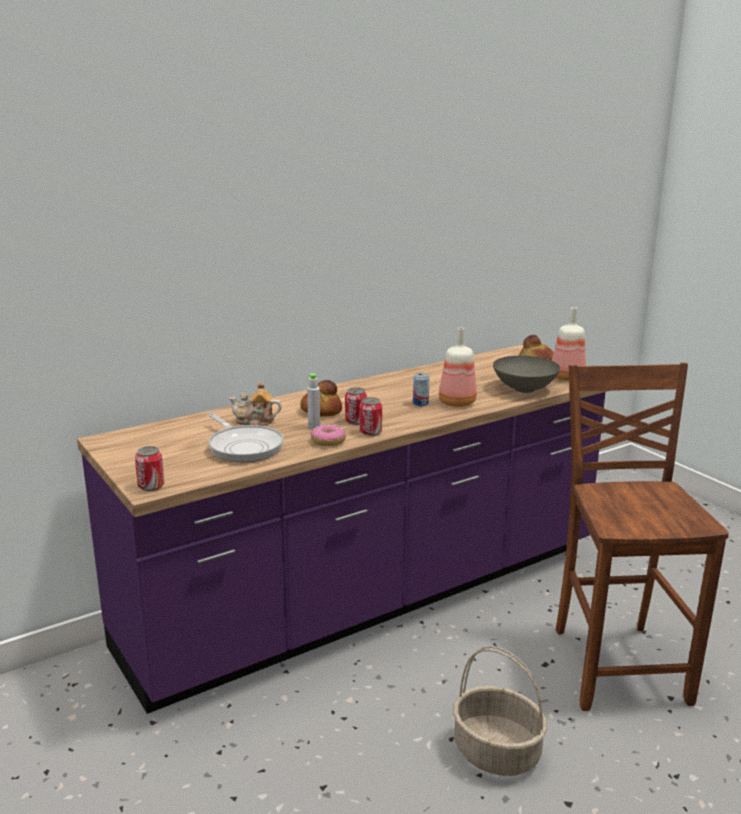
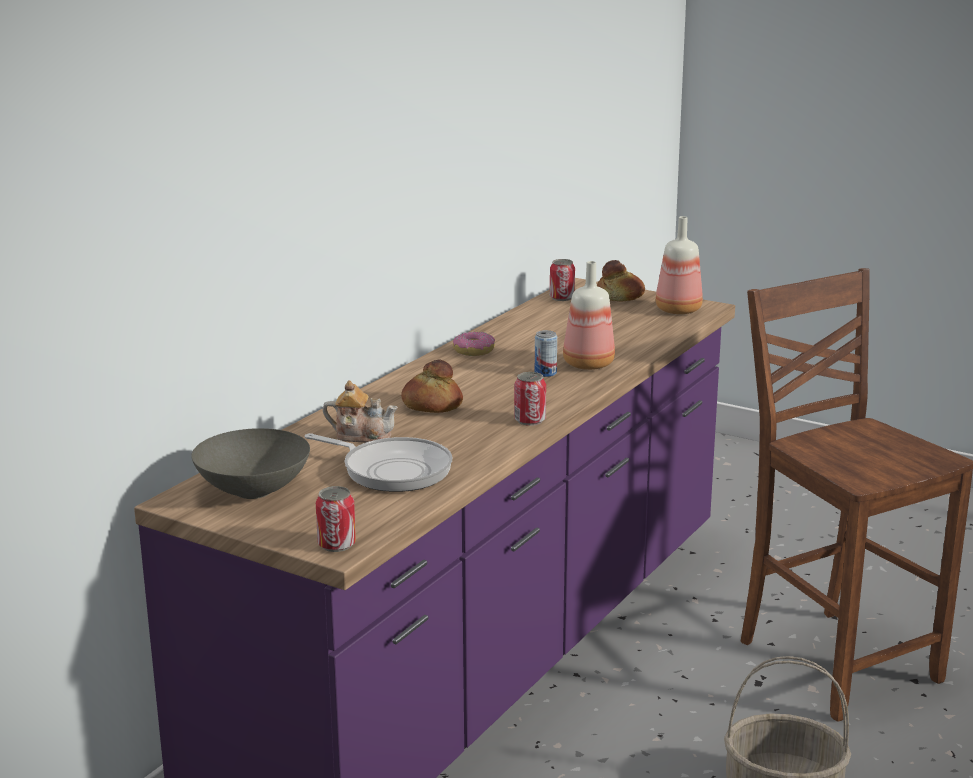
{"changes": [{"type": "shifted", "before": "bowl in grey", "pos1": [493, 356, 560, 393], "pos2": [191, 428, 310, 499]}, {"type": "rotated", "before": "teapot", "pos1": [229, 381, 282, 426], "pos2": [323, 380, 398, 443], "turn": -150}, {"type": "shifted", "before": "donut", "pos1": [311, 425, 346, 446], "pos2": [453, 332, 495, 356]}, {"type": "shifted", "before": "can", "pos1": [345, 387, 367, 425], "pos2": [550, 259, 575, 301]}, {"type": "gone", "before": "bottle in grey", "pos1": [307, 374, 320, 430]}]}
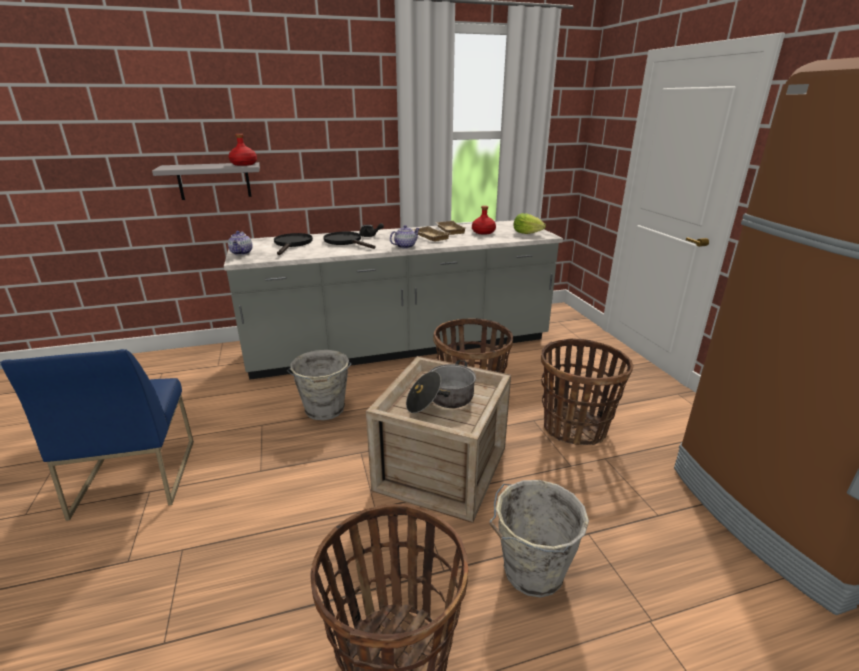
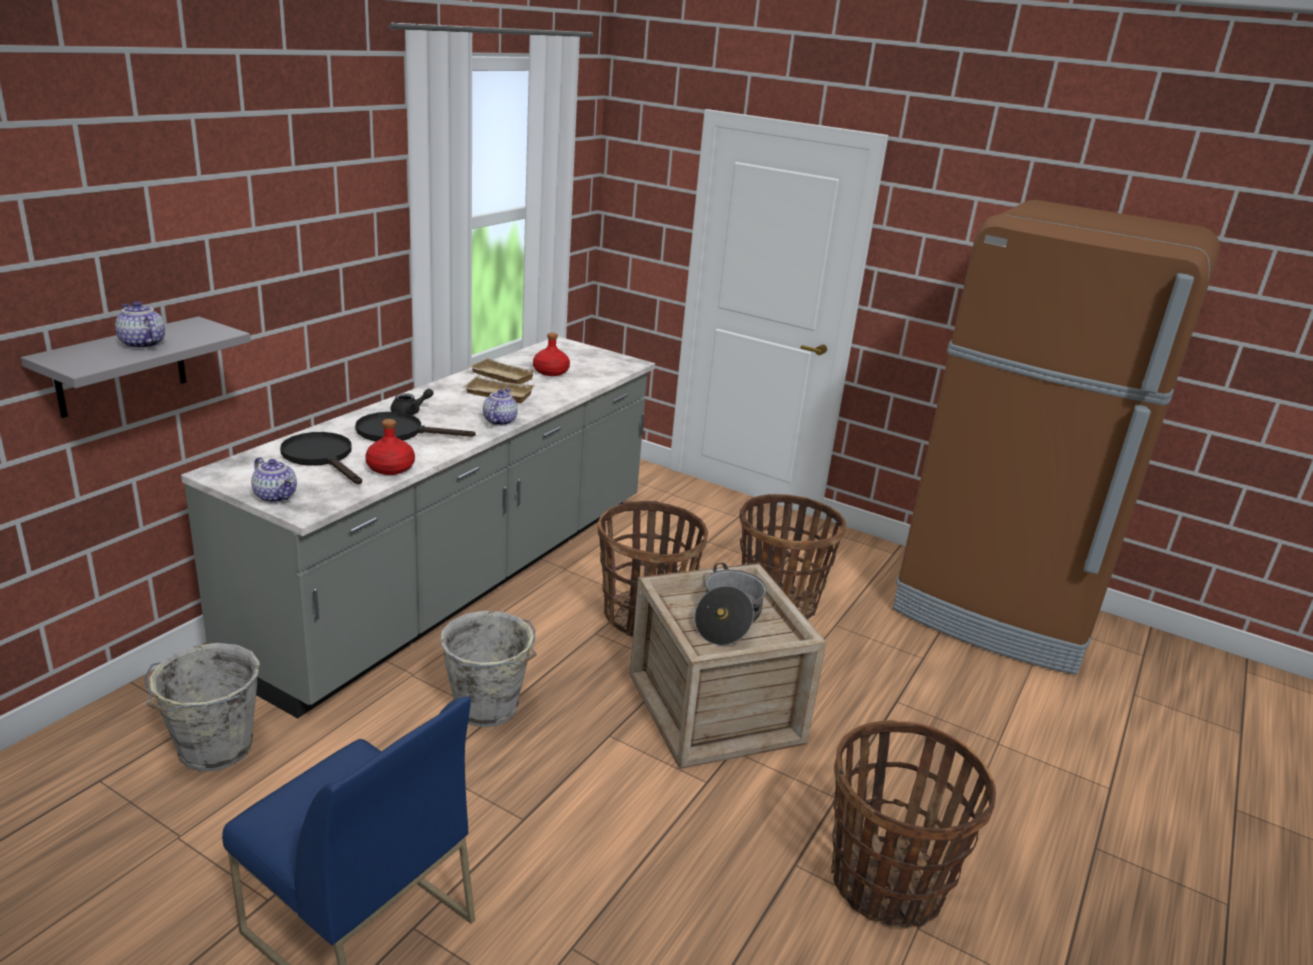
{"changes": [{"type": "new", "after": "teapot", "pos2": [115, 301, 165, 349]}, {"type": "shifted", "before": "bucket in grey", "pos1": [490, 480, 589, 598], "pos2": [145, 643, 260, 772]}, {"type": "shifted", "before": "bottle in red", "pos1": [229, 134, 257, 166], "pos2": [365, 419, 415, 475]}, {"type": "gone", "before": "lettuce", "pos1": [513, 213, 546, 234]}]}
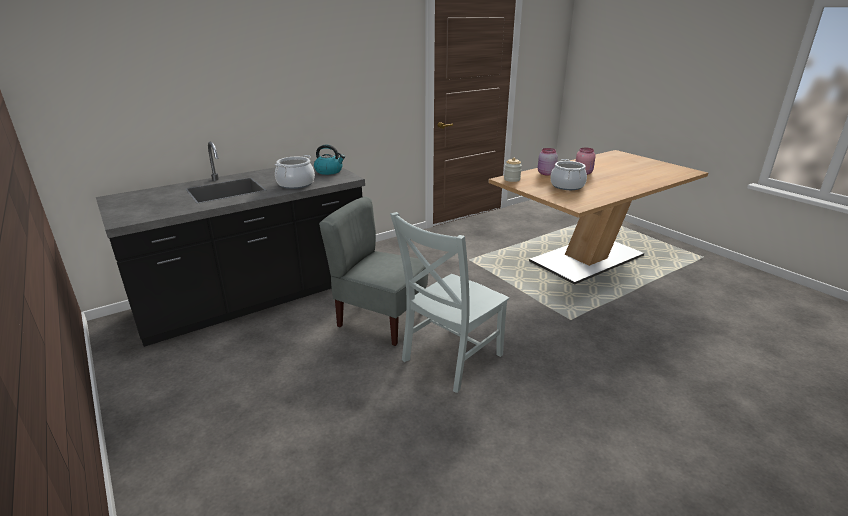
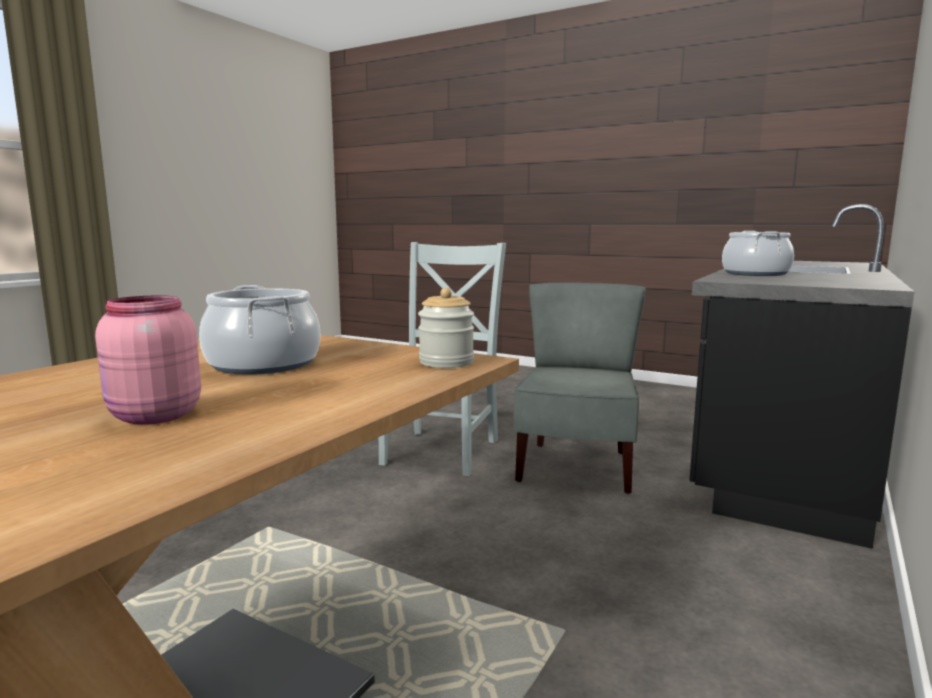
{"changes": [{"type": "rotated", "before": "chair in grey", "pos1": [319, 197, 428, 346], "pos2": [514, 283, 646, 494], "turn": -75}, {"type": "gone", "before": "kettle", "pos1": [314, 144, 345, 175]}, {"type": "gone", "before": "jar in pink", "pos1": [538, 148, 558, 175]}]}
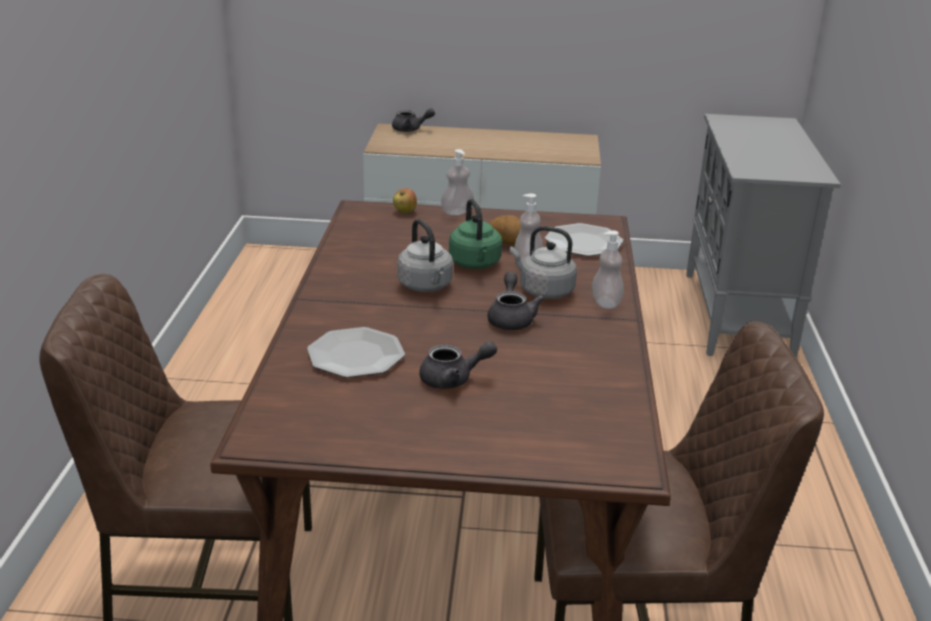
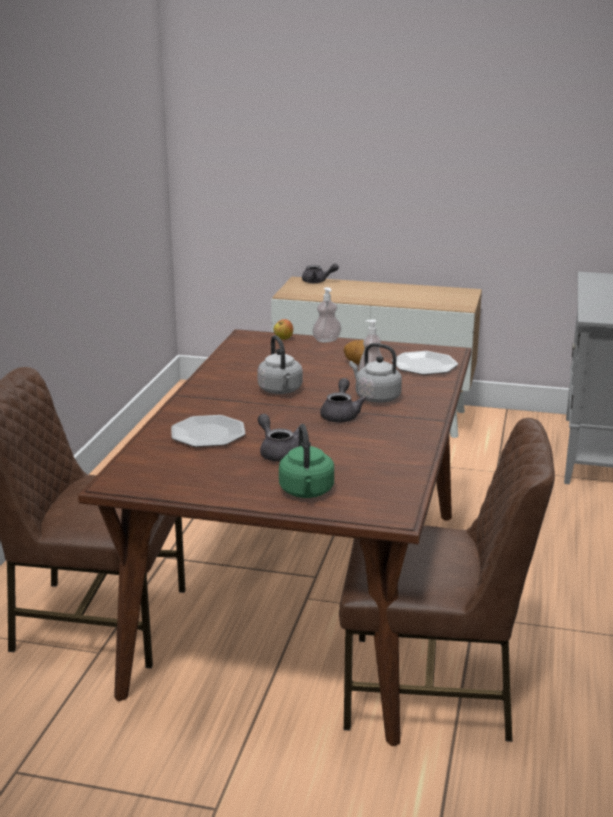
{"changes": [{"type": "rotated", "before": "teapot in grey", "pos1": [419, 341, 497, 389], "pos2": [258, 414, 299, 462], "turn": -120}, {"type": "shifted", "before": "kettle in green", "pos1": [449, 199, 502, 269], "pos2": [279, 424, 334, 498]}, {"type": "gone", "before": "soap dispenser", "pos1": [592, 230, 624, 309]}]}
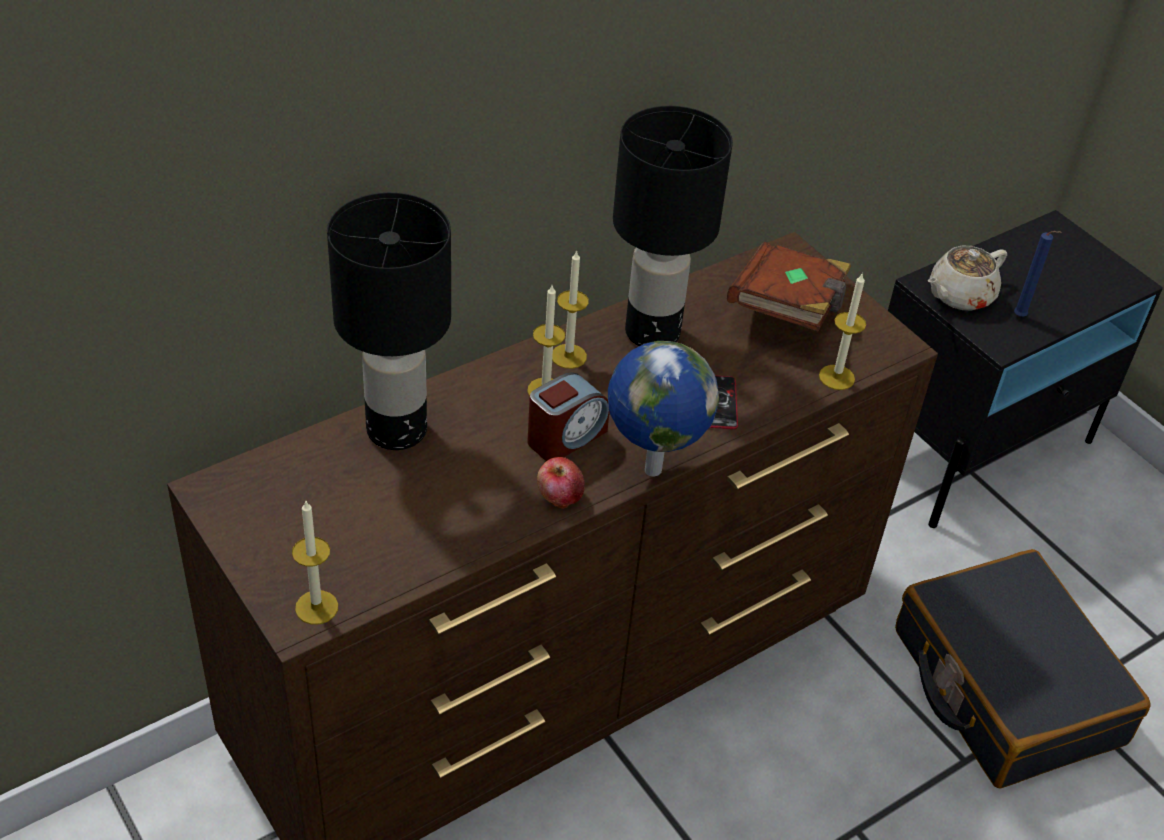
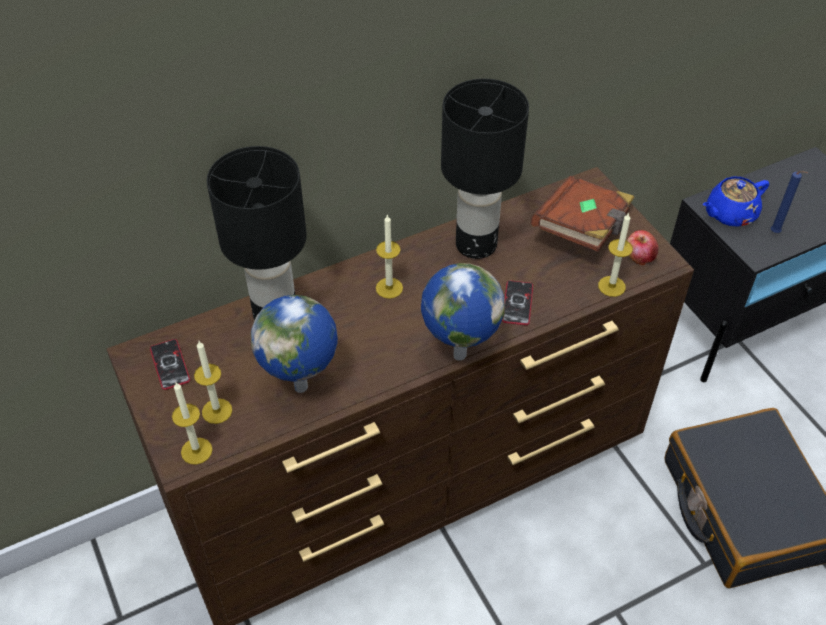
{"changes": [{"type": "new", "after": "phone", "pos2": [150, 339, 190, 390]}, {"type": "shifted", "before": "candle", "pos1": [552, 250, 589, 369], "pos2": [194, 341, 232, 424]}, {"type": "new", "after": "globe", "pos2": [251, 295, 338, 393]}, {"type": "shifted", "before": "apple", "pos1": [537, 457, 585, 509], "pos2": [627, 230, 659, 266]}, {"type": "repainted", "before": "teapot in beige", "after": "teapot in blue", "pos1": [928, 246, 1007, 310], "pos2": [703, 176, 769, 227]}, {"type": "gone", "before": "alarm clock", "pos1": [528, 372, 609, 461]}]}
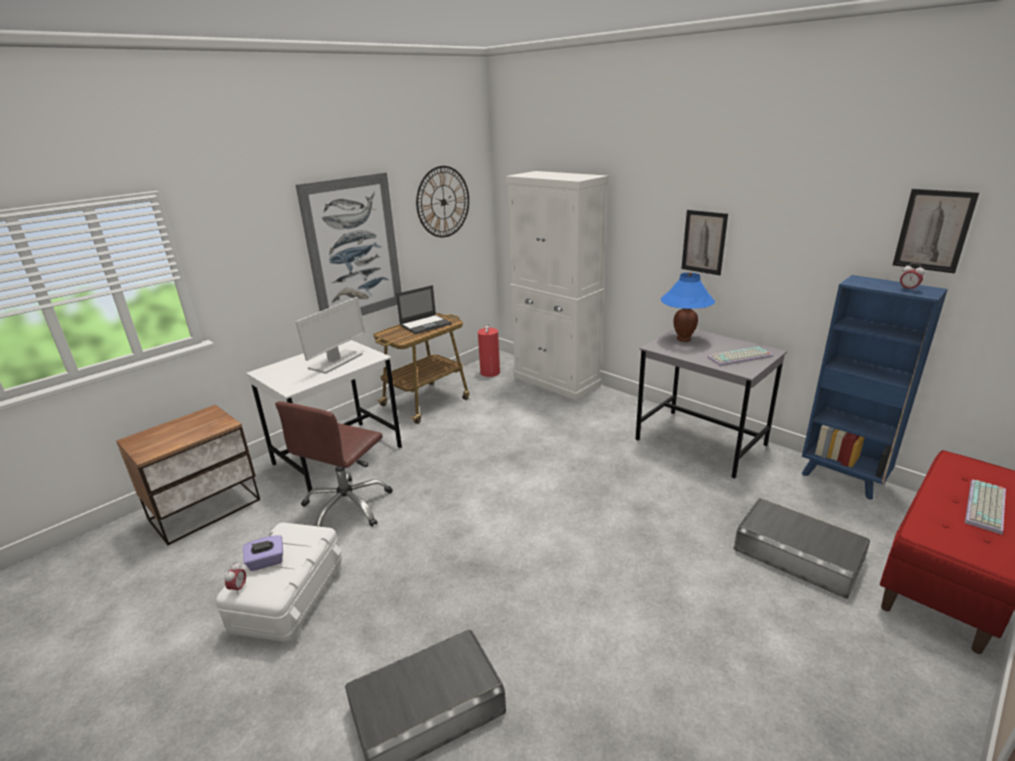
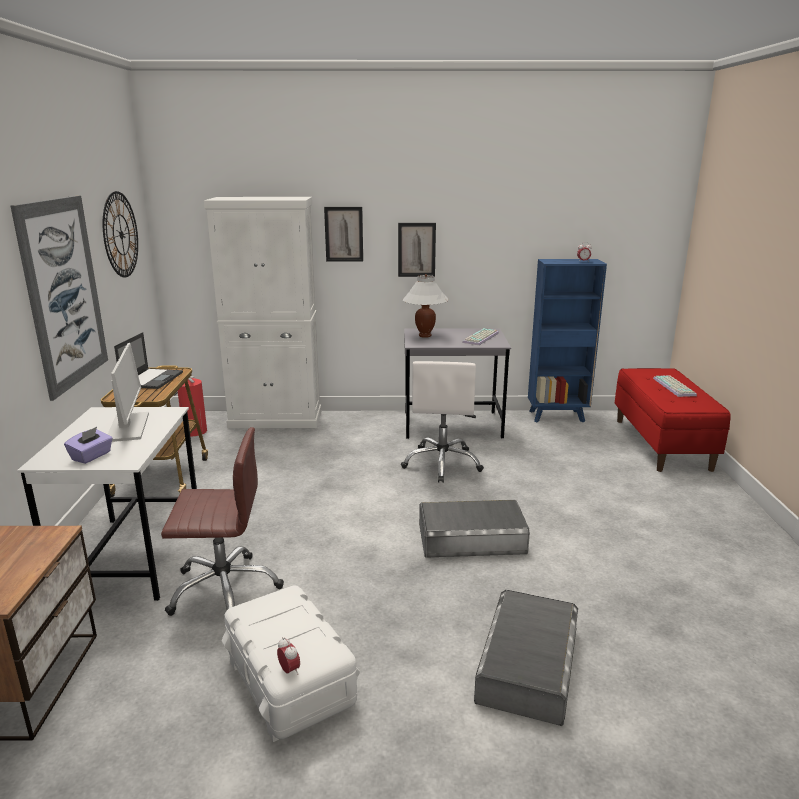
{"changes": [{"type": "shifted", "before": "tissue box in purple", "pos1": [243, 535, 283, 571], "pos2": [64, 427, 113, 464]}, {"type": "rotated", "before": "office chair in brown", "pos1": [275, 401, 393, 527], "pos2": [161, 427, 284, 616], "turn": -75}, {"type": "shifted", "before": "picture", "pos1": [893, 189, 979, 274], "pos2": [324, 207, 363, 262]}, {"type": "new", "after": "office chair in white", "pos2": [401, 361, 484, 483]}, {"type": "repainted", "before": "table lamp in blue", "after": "table lamp in white", "pos1": [661, 272, 715, 342], "pos2": [403, 274, 448, 338]}, {"type": "shifted", "before": "storage box in grey", "pos1": [734, 498, 870, 599], "pos2": [419, 500, 530, 558]}]}
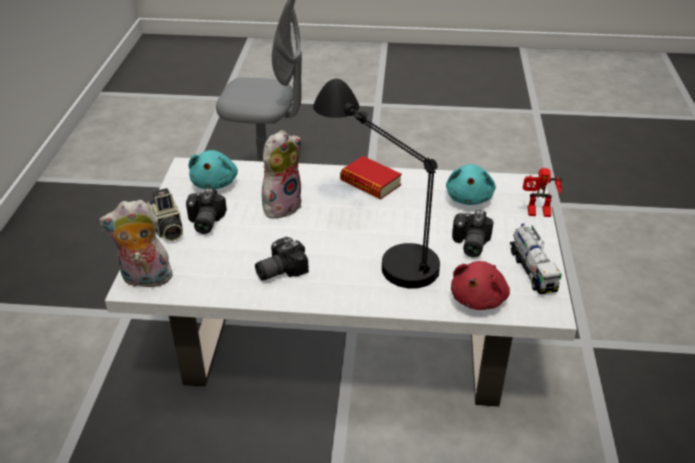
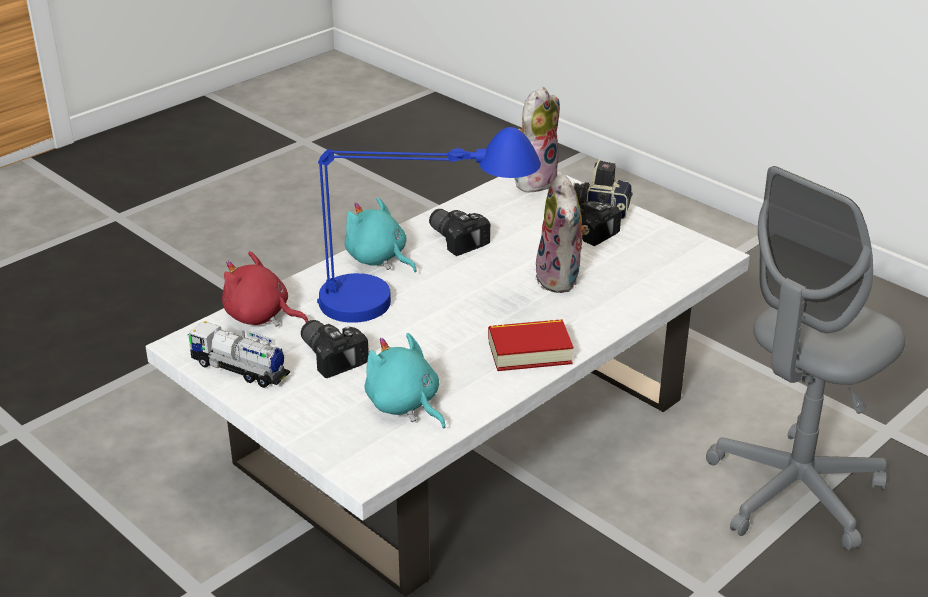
{"changes": [{"type": "rotated", "before": "plush toy in red", "pos1": [451, 261, 510, 310], "pos2": [222, 251, 308, 327], "turn": -45}, {"type": "repainted", "before": "table lamp in black", "after": "table lamp in blue", "pos1": [313, 79, 440, 289], "pos2": [317, 127, 541, 323]}, {"type": "shifted", "before": "plush toy in turquoise", "pos1": [188, 150, 238, 189], "pos2": [345, 197, 417, 272]}, {"type": "rotated", "before": "photo camera", "pos1": [255, 237, 309, 280], "pos2": [429, 209, 490, 256], "turn": -45}, {"type": "gone", "before": "toy robot", "pos1": [523, 168, 562, 217]}]}
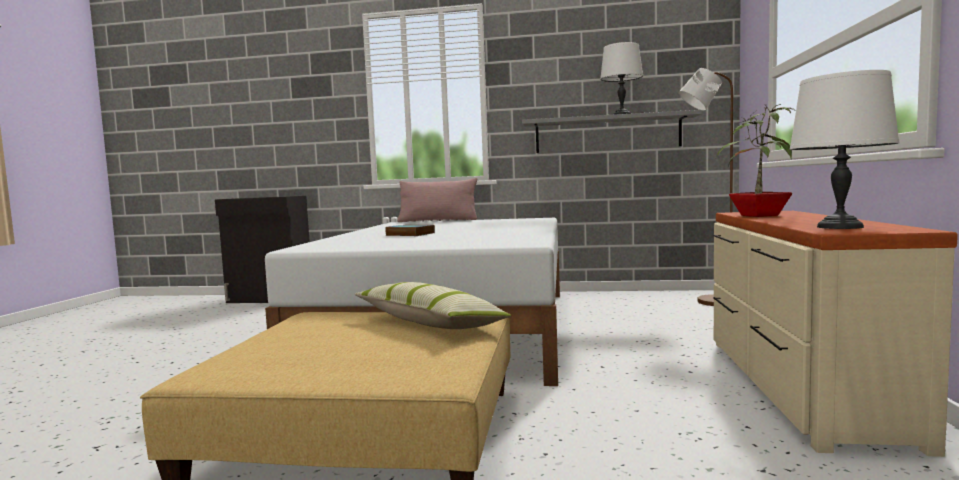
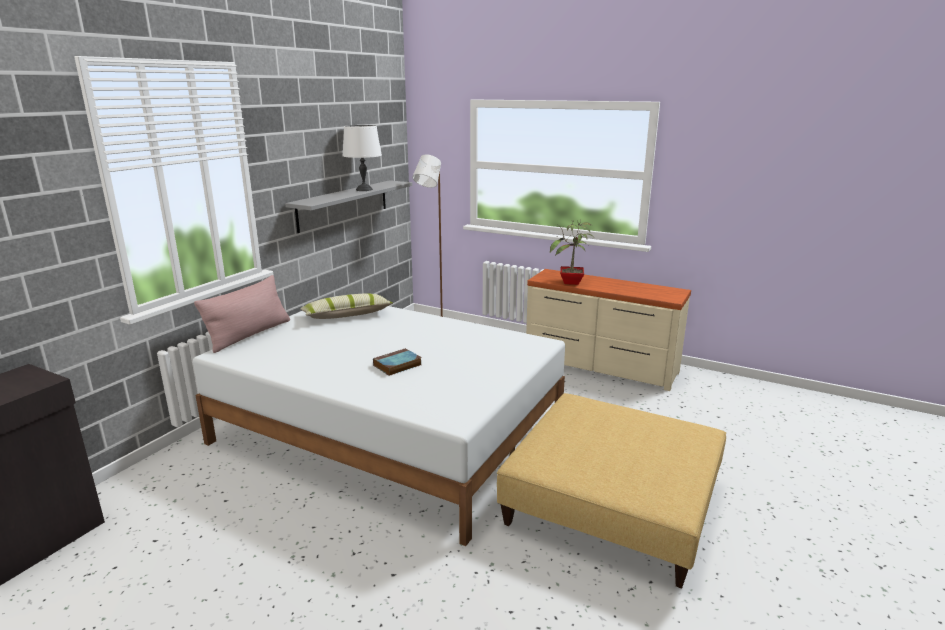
{"changes": [{"type": "shifted", "before": "pillow", "pos1": [354, 282, 512, 329], "pos2": [300, 293, 393, 319]}, {"type": "gone", "before": "table lamp in white", "pos1": [790, 70, 899, 229]}]}
